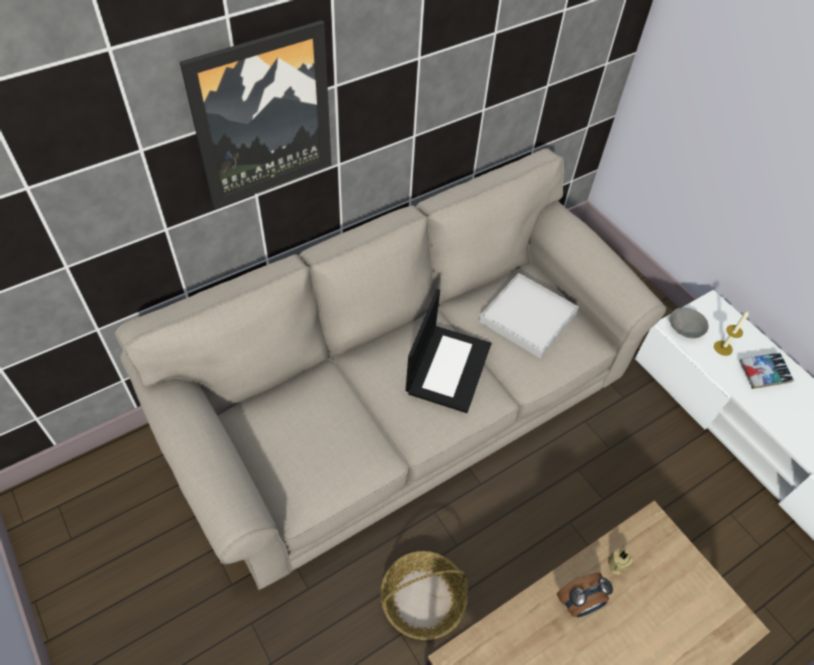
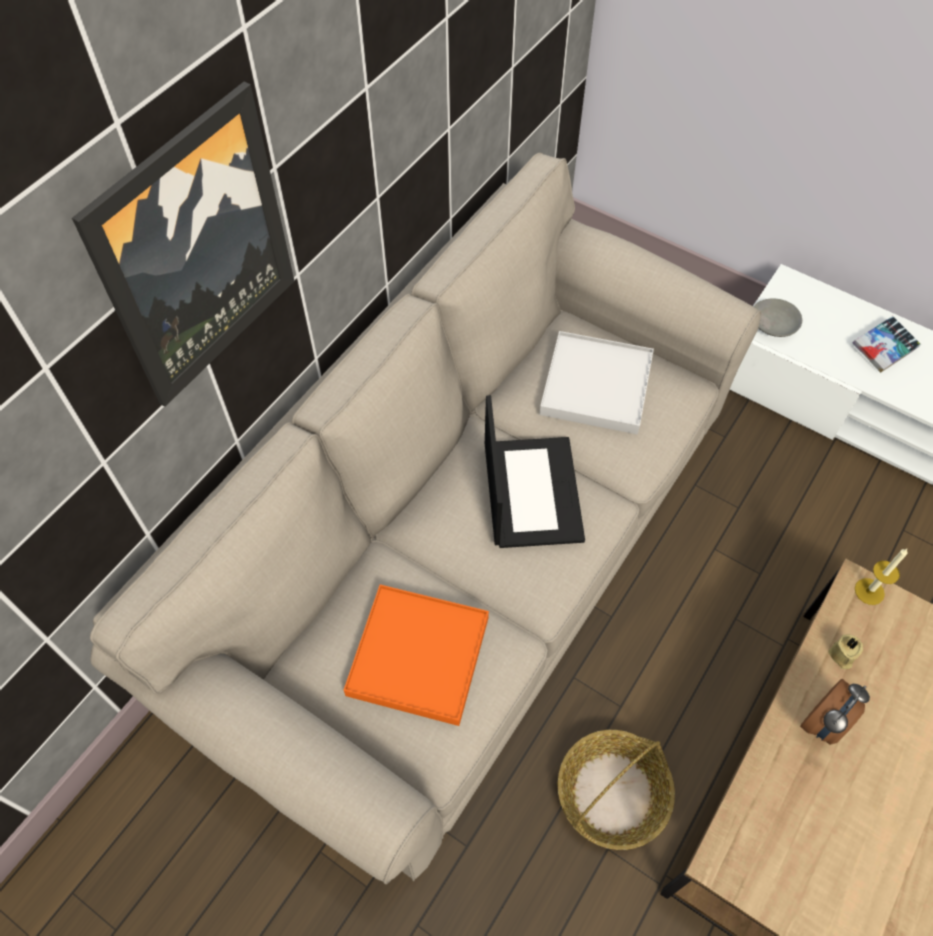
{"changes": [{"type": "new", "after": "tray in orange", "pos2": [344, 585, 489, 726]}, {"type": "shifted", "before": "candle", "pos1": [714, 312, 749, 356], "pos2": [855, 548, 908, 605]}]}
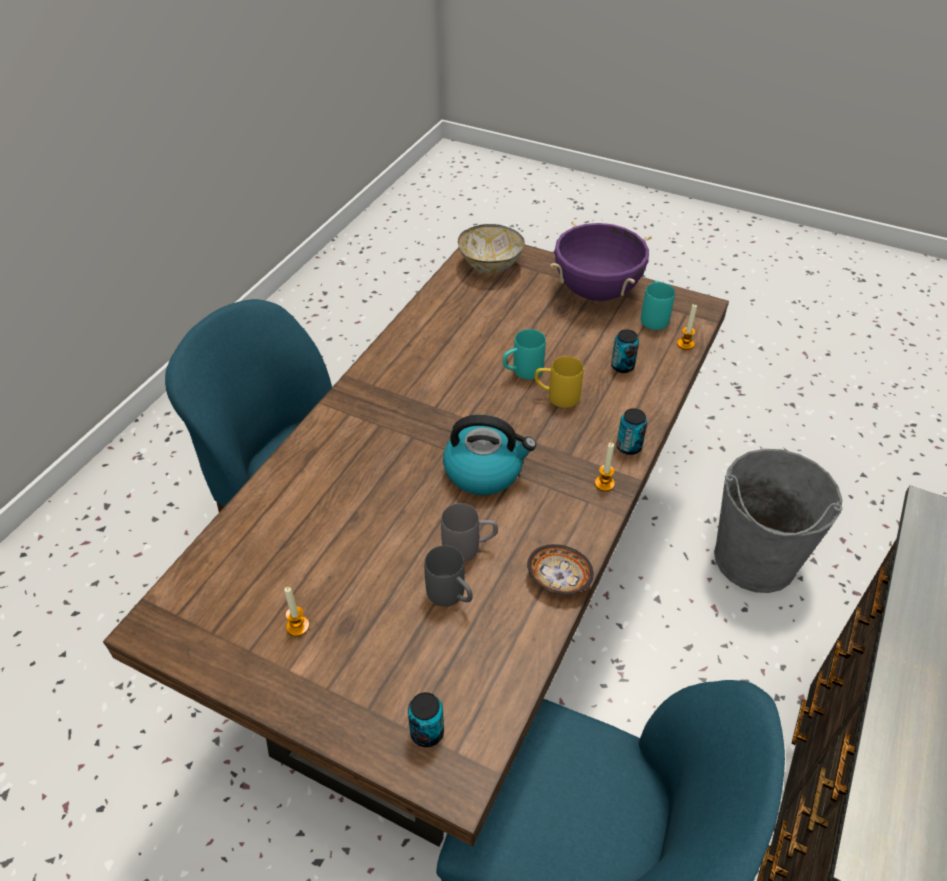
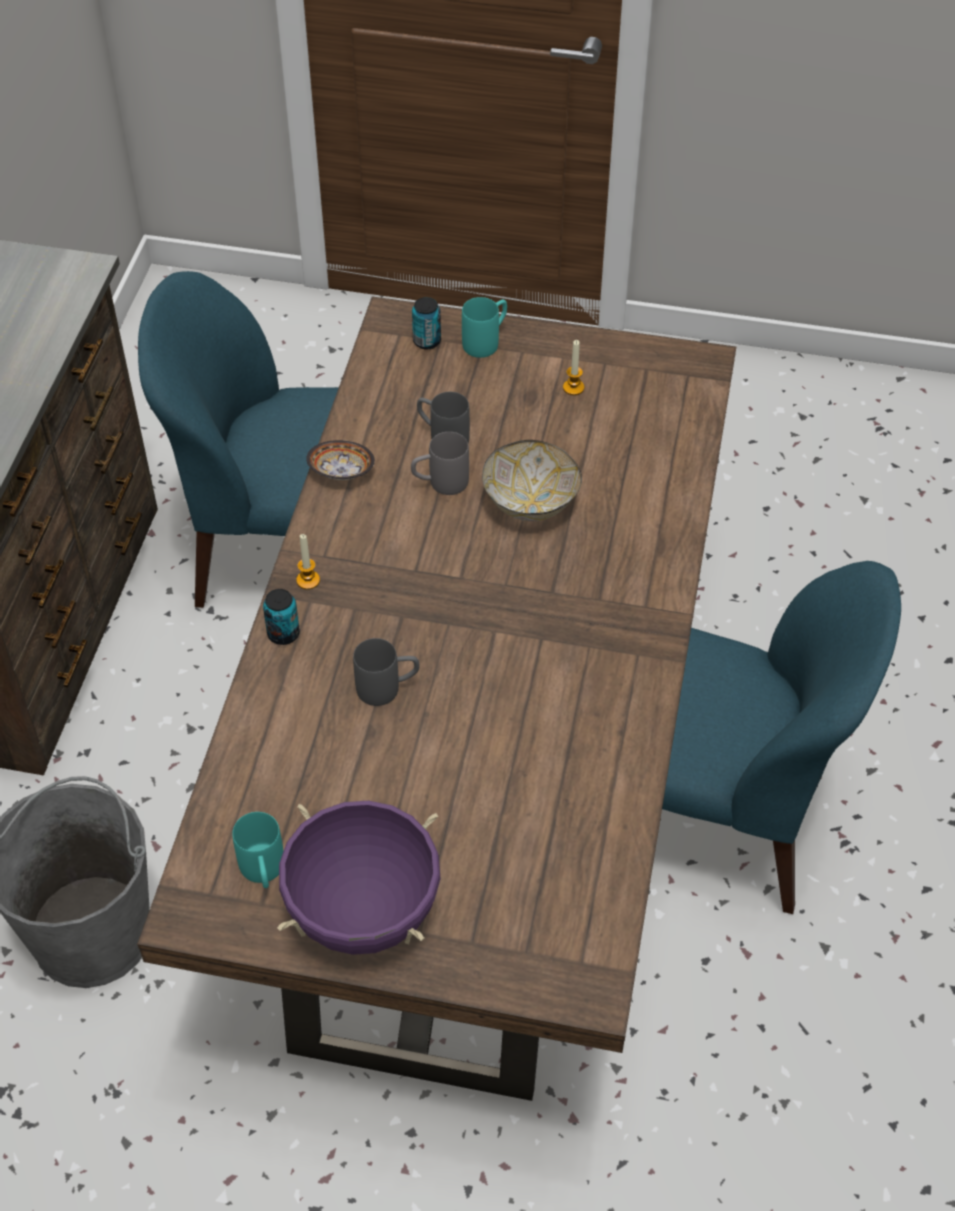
{"changes": [{"type": "repainted", "before": "mug in yellow", "after": "mug in grey", "pos1": [534, 356, 584, 408], "pos2": [353, 638, 420, 706]}, {"type": "shifted", "before": "mug in turquoise", "pos1": [503, 329, 546, 380], "pos2": [462, 297, 507, 358]}, {"type": "shifted", "before": "bowl", "pos1": [458, 224, 525, 273], "pos2": [482, 440, 582, 521]}, {"type": "gone", "before": "kettle", "pos1": [443, 415, 536, 495]}, {"type": "gone", "before": "can", "pos1": [611, 329, 639, 373]}, {"type": "gone", "before": "candle", "pos1": [677, 304, 697, 350]}]}
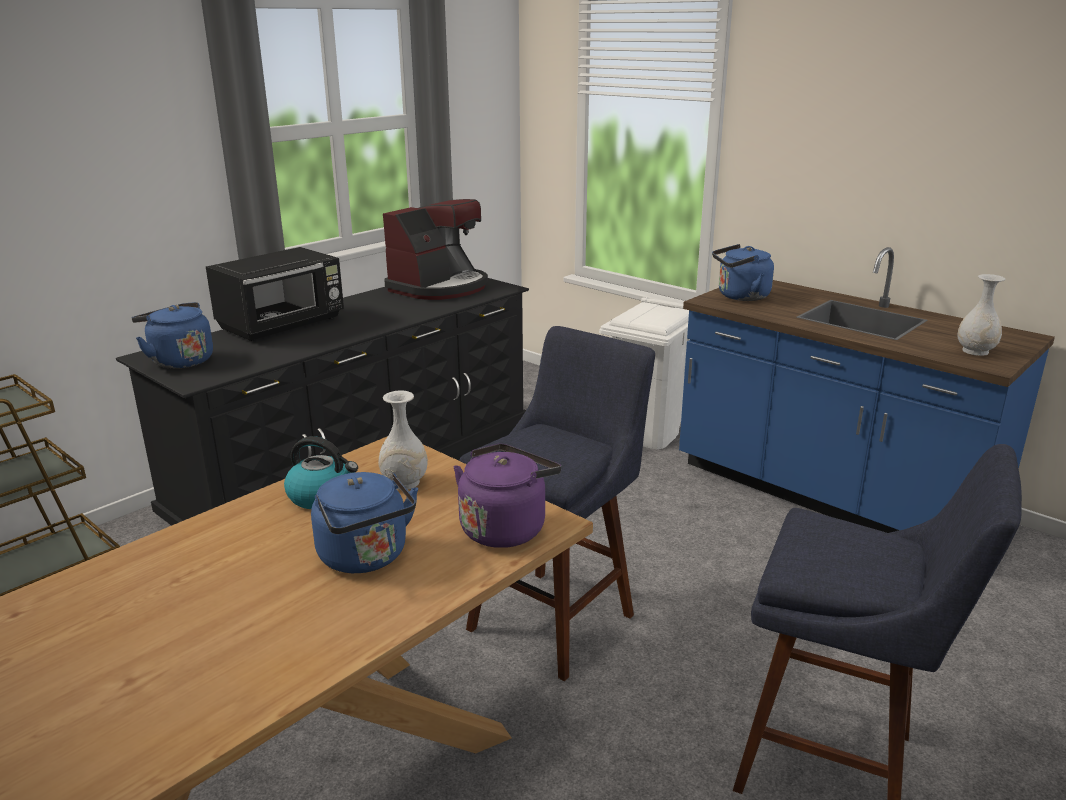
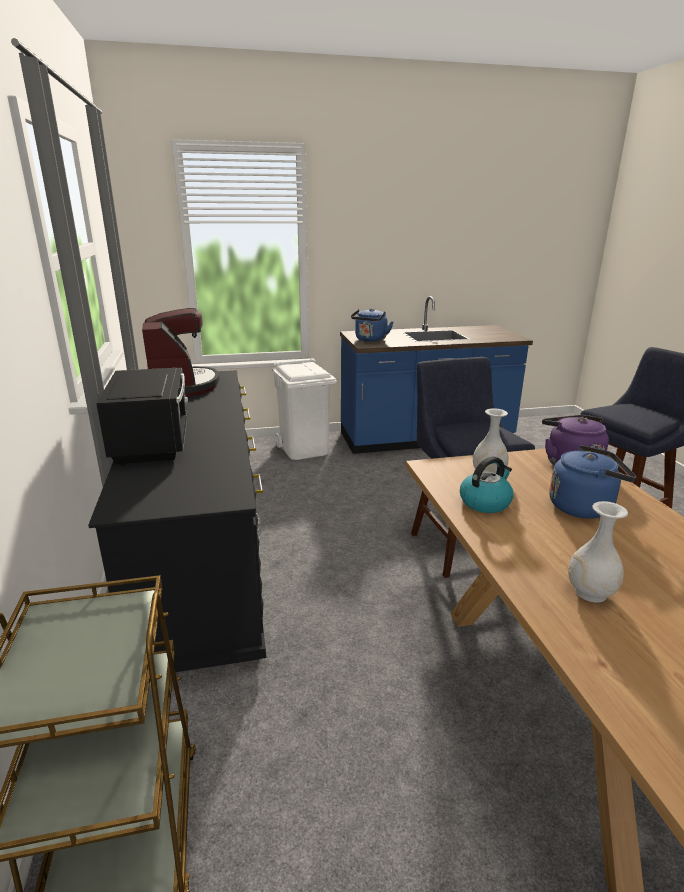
{"changes": [{"type": "shifted", "before": "vase in white", "pos1": [957, 274, 1005, 356], "pos2": [568, 501, 628, 603]}, {"type": "gone", "before": "kettle in blue", "pos1": [132, 302, 213, 369]}]}
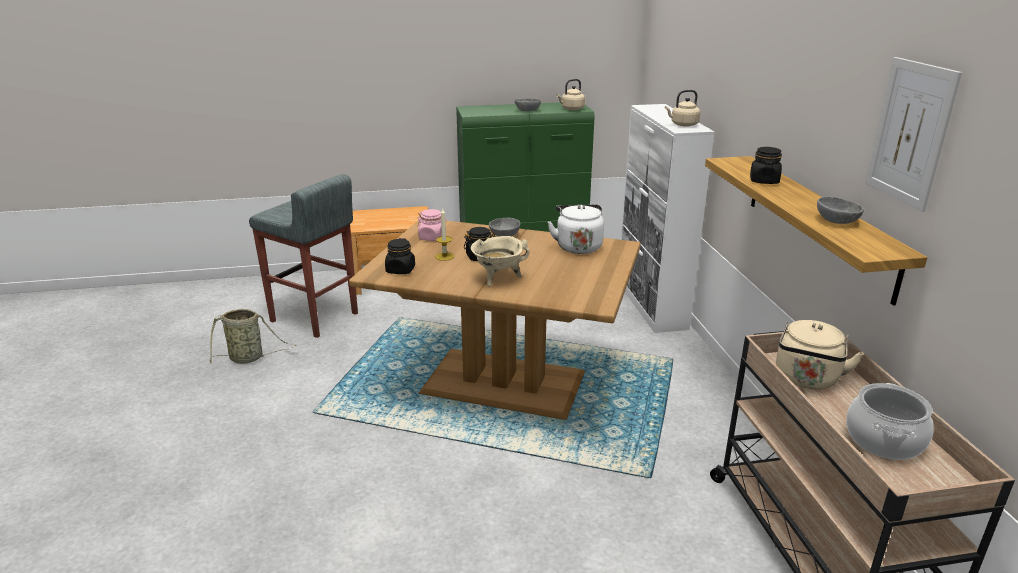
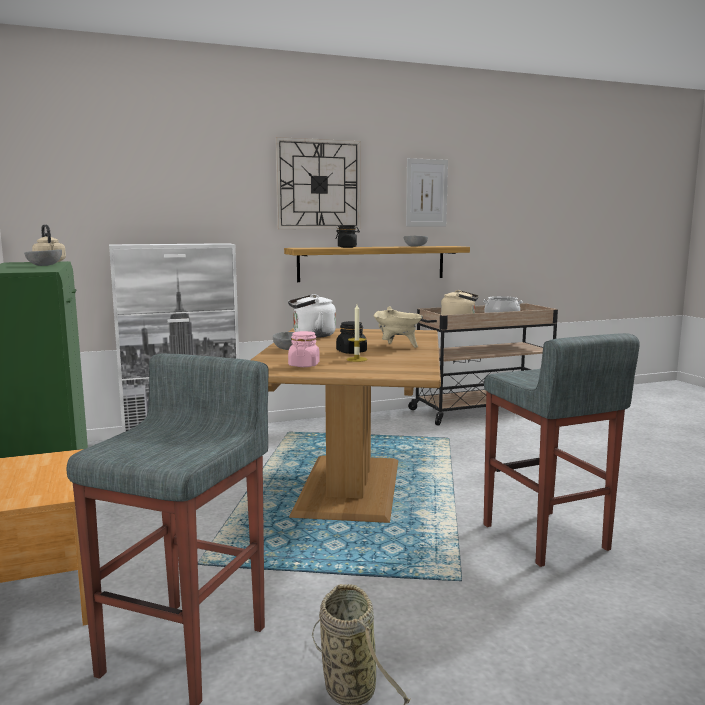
{"changes": [{"type": "new", "after": "wall clock", "pos2": [275, 137, 361, 229]}, {"type": "new", "after": "stool in grey", "pos2": [484, 333, 640, 567]}, {"type": "gone", "before": "jar in black", "pos1": [385, 238, 415, 274]}, {"type": "gone", "before": "kettle in beige", "pos1": [665, 90, 700, 127]}]}
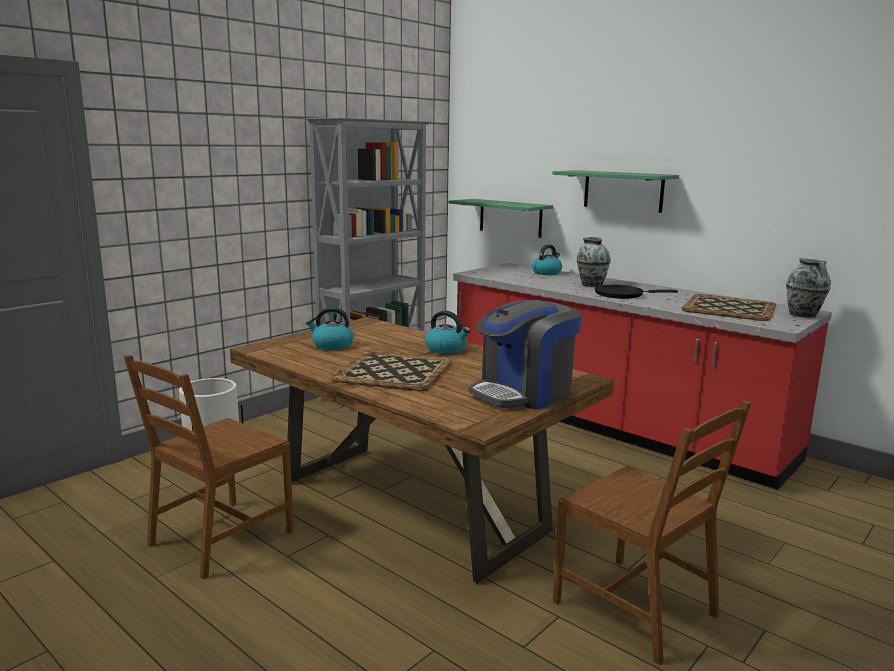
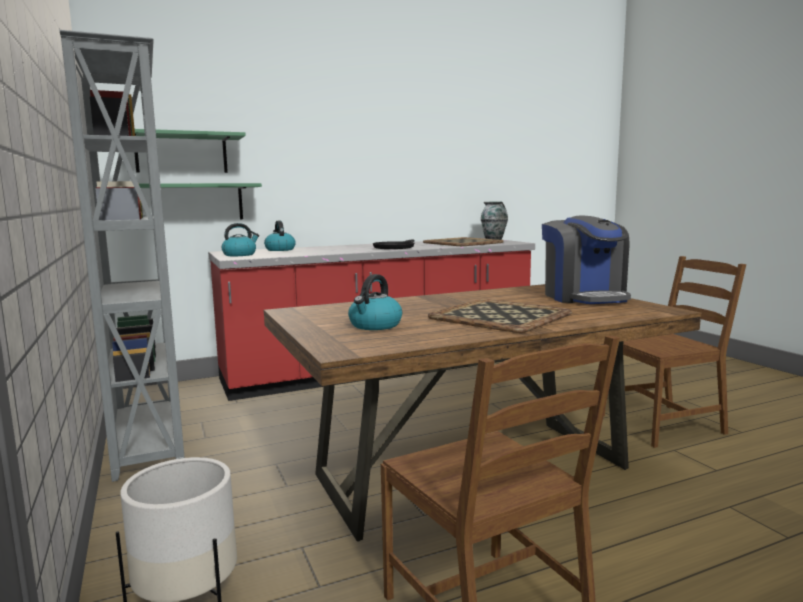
{"changes": [{"type": "shifted", "before": "shelf in green", "pos1": [552, 170, 679, 213], "pos2": [134, 129, 246, 173]}, {"type": "shifted", "before": "kettle", "pos1": [425, 311, 470, 354], "pos2": [222, 223, 259, 256]}, {"type": "gone", "before": "vase", "pos1": [576, 237, 611, 287]}]}
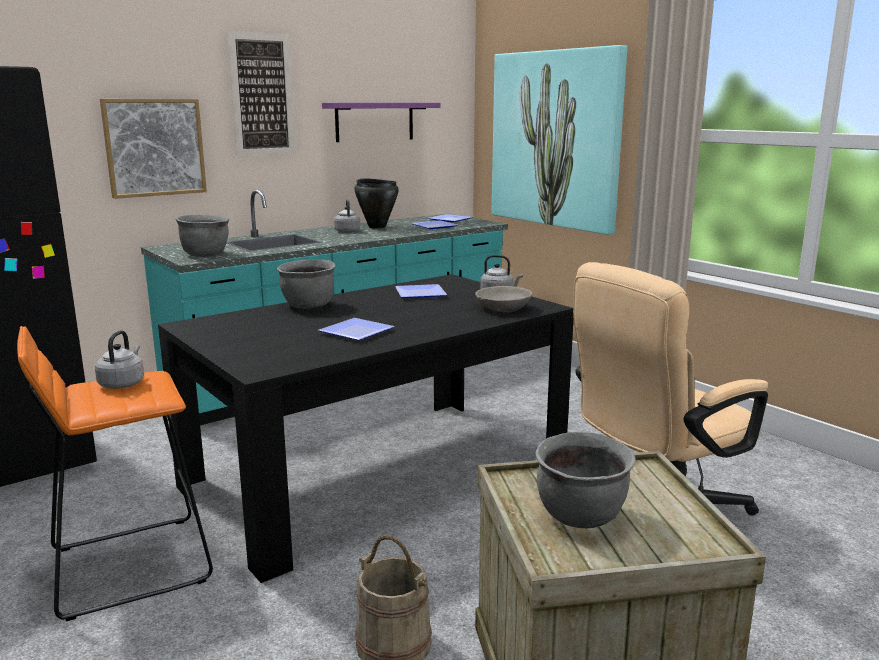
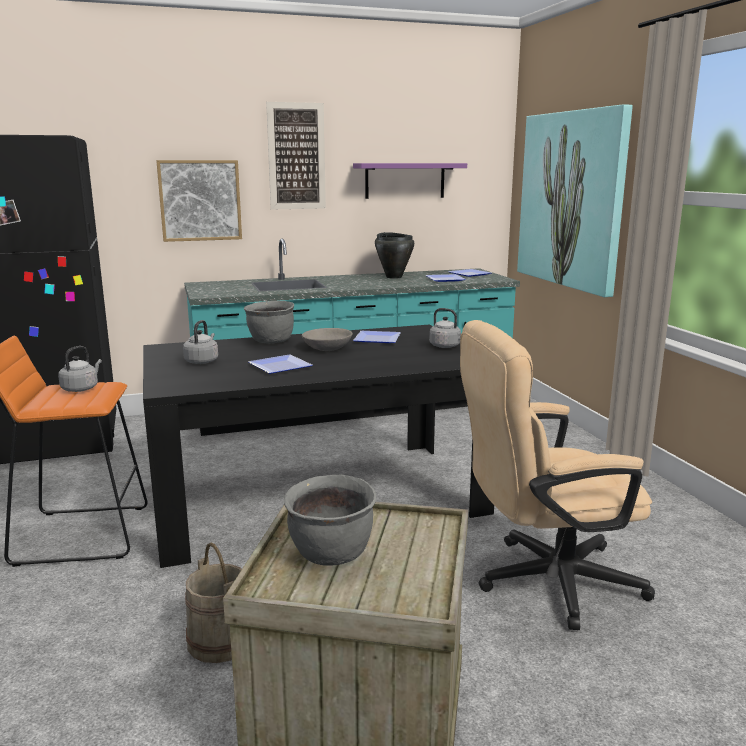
{"changes": [{"type": "shifted", "before": "kettle in grey", "pos1": [334, 199, 360, 233], "pos2": [183, 320, 218, 364]}, {"type": "shifted", "before": "bowl in grey", "pos1": [475, 286, 532, 312], "pos2": [301, 328, 353, 351]}, {"type": "gone", "before": "cooking pot in grey", "pos1": [176, 215, 229, 257]}]}
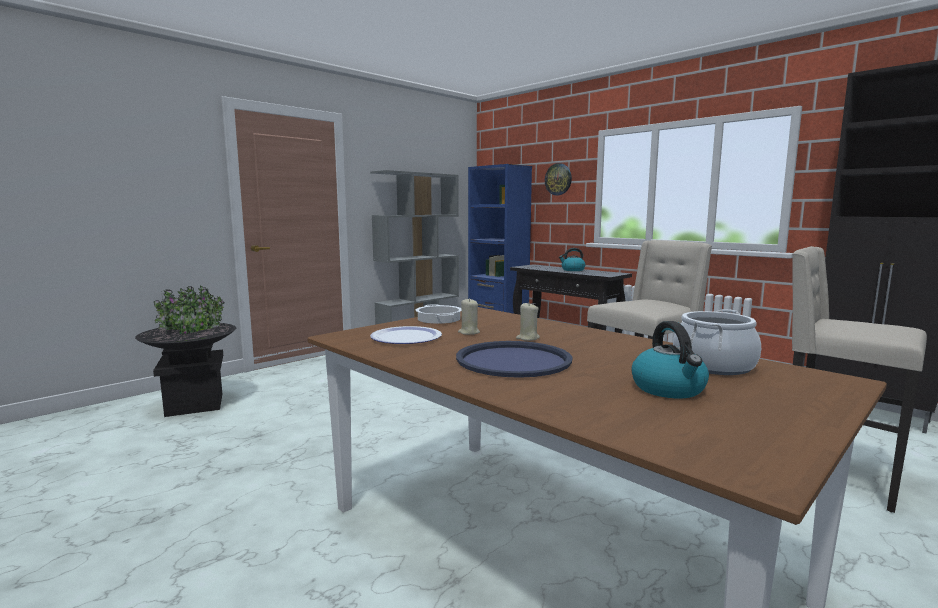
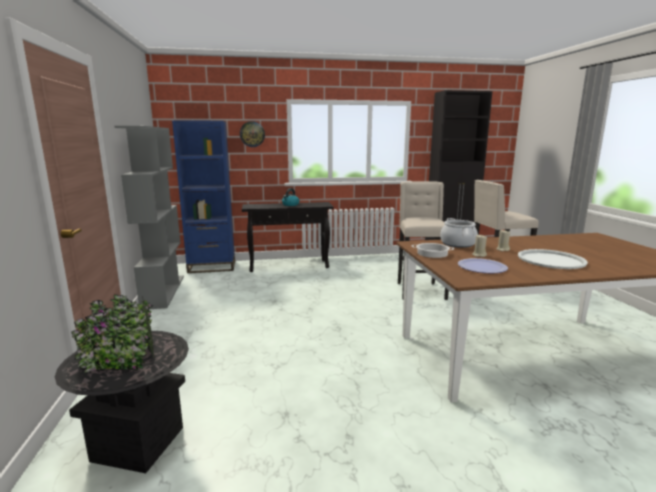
{"changes": [{"type": "shifted", "before": "cooking pot", "pos1": [673, 309, 761, 375], "pos2": [440, 218, 478, 248]}, {"type": "repainted", "before": "tray in blue", "after": "tray in white", "pos1": [456, 341, 572, 378], "pos2": [518, 249, 588, 269]}, {"type": "gone", "before": "kettle", "pos1": [631, 321, 709, 398]}]}
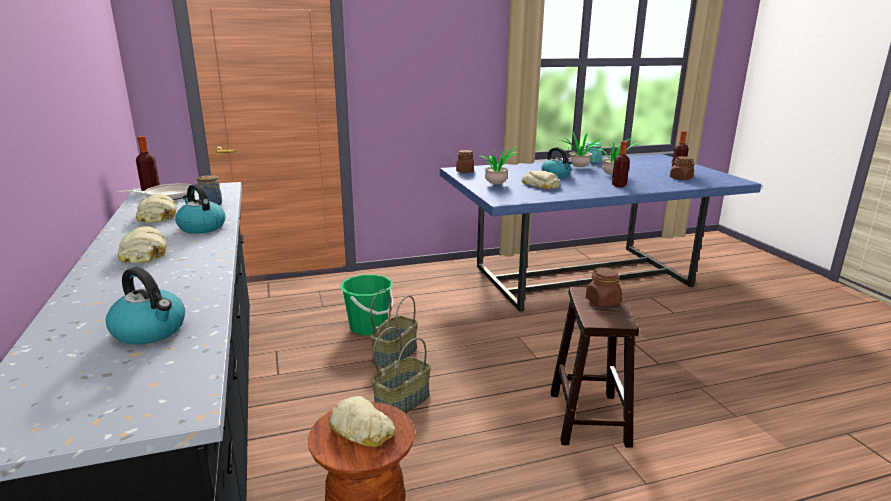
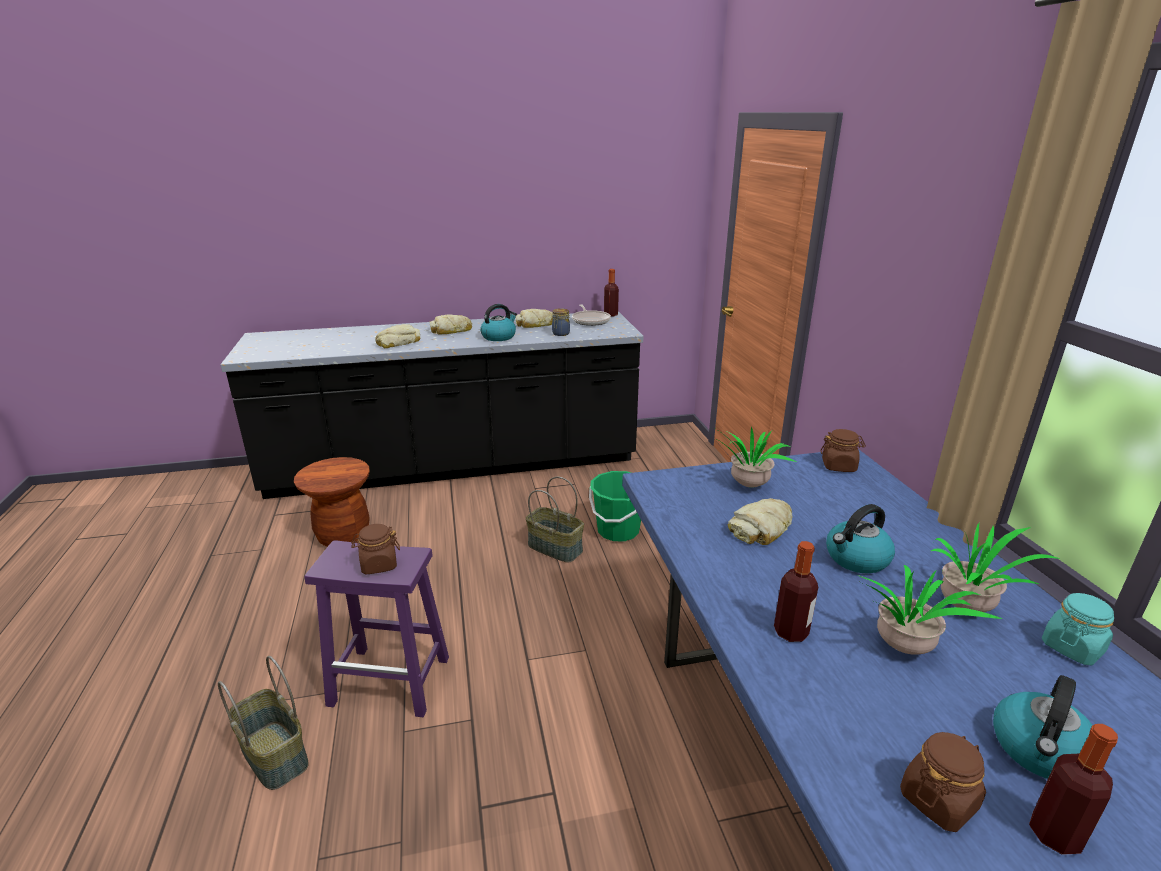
{"changes": [{"type": "shifted", "before": "basket", "pos1": [371, 327, 431, 414], "pos2": [218, 656, 309, 790]}, {"type": "repainted", "before": "stool in brown", "after": "stool in purple", "pos1": [550, 287, 639, 448], "pos2": [304, 540, 449, 717]}, {"type": "shifted", "before": "bread", "pos1": [329, 396, 395, 447], "pos2": [375, 324, 420, 348]}, {"type": "shifted", "before": "kettle", "pos1": [106, 267, 185, 344], "pos2": [993, 675, 1092, 779]}]}
